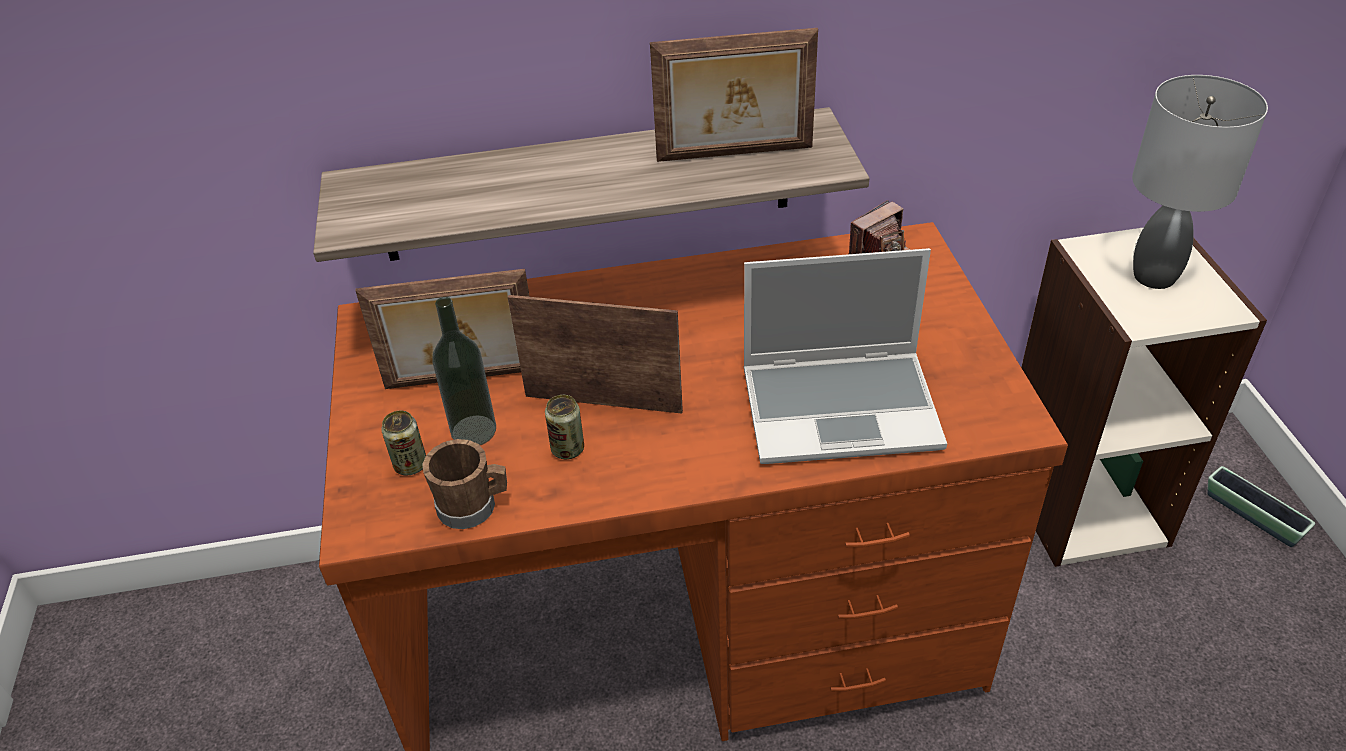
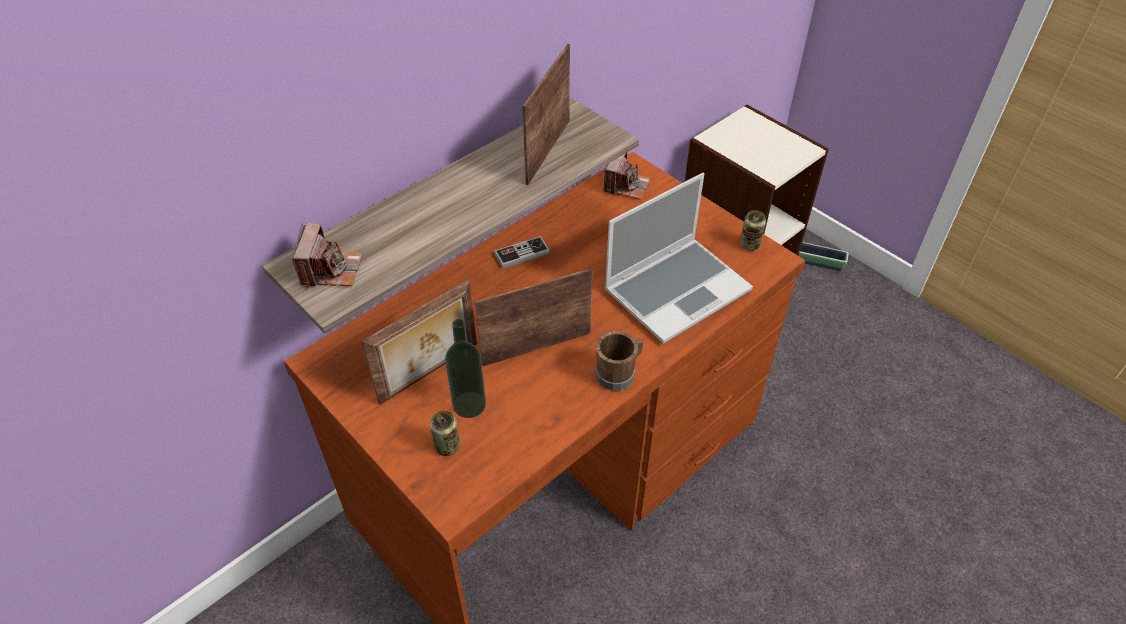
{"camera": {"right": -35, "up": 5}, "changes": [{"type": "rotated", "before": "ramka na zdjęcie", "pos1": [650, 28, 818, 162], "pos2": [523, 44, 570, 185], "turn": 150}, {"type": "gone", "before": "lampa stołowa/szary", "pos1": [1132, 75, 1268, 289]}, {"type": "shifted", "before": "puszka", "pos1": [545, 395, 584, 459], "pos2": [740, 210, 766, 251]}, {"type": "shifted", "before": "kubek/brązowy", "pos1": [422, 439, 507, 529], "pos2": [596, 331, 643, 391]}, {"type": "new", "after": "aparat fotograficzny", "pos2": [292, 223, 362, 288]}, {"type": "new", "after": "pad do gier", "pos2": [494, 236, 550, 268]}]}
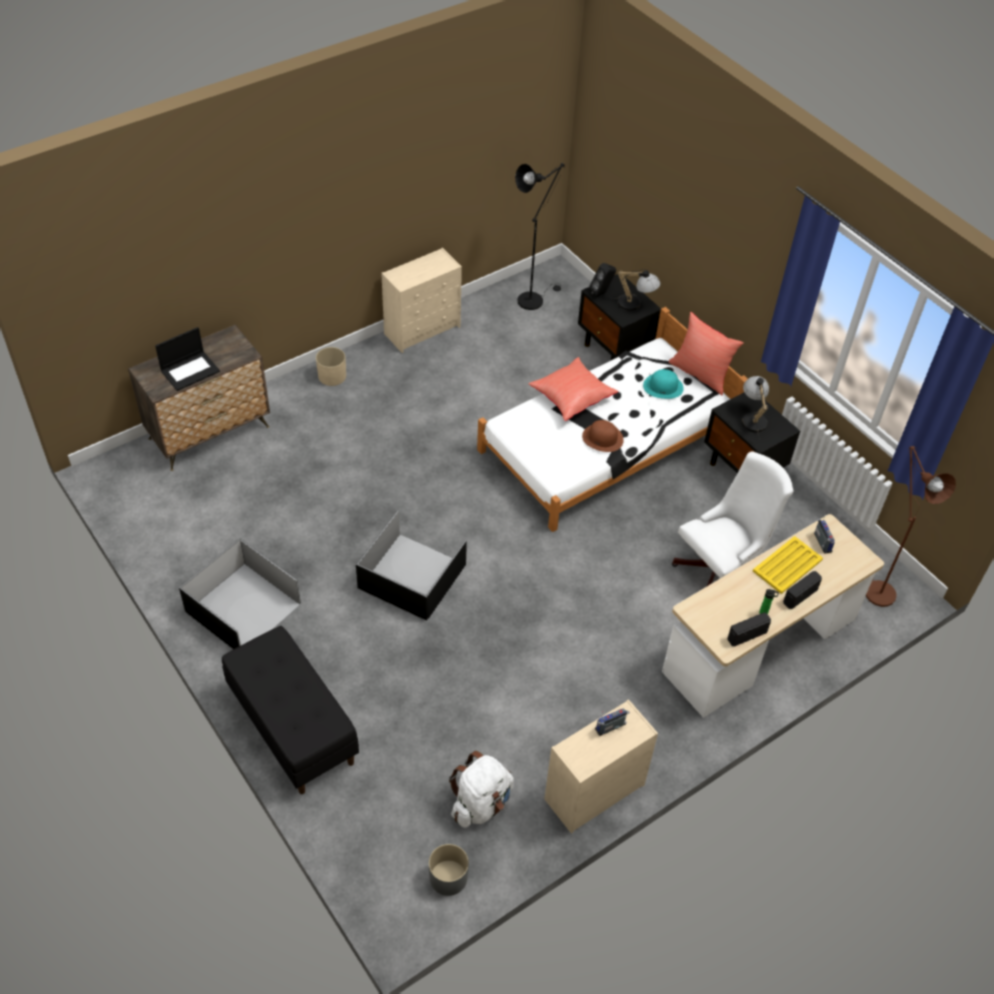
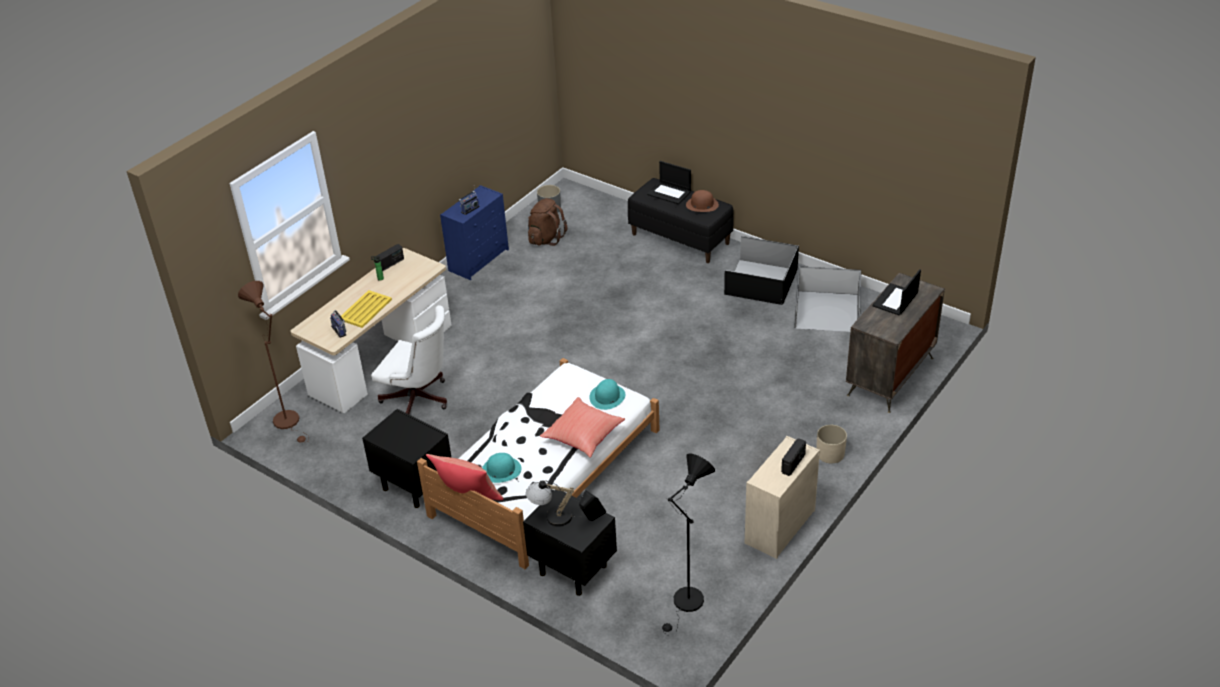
{"camera": {"right": 165, "up": -10}, "changes": [{"type": "gone", "before": "lampa stołowa", "pos1": [742, 376, 769, 440]}, {"type": "shifted", "before": "kapelusz/brązowy", "pos1": [582, 420, 624, 452], "pos2": [686, 190, 719, 212]}, {"type": "rotated", "before": "krzesło biurowe/biały", "pos1": [672, 451, 793, 586], "pos2": [371, 305, 447, 414], "turn": -105}, {"type": "shifted", "before": "pojemnik do przechowywania/czarny", "pos1": [356, 511, 467, 621], "pos2": [795, 266, 861, 332]}, {"type": "shifted", "before": "radio", "pos1": [783, 571, 822, 609], "pos2": [781, 438, 806, 476]}, {"type": "repainted", "before": "komoda/beżowy", "after": "komoda/niebieski", "pos1": [544, 699, 658, 834], "pos2": [440, 185, 509, 280]}, {"type": "repainted", "before": "plecak/biały", "after": "plecak/brązowy", "pos1": [449, 751, 514, 827], "pos2": [528, 198, 568, 246]}, {"type": "new", "after": "laptop", "pos2": [647, 161, 691, 204]}, {"type": "new", "after": "kapelusz/turkusowy", "pos2": [590, 379, 625, 410]}]}
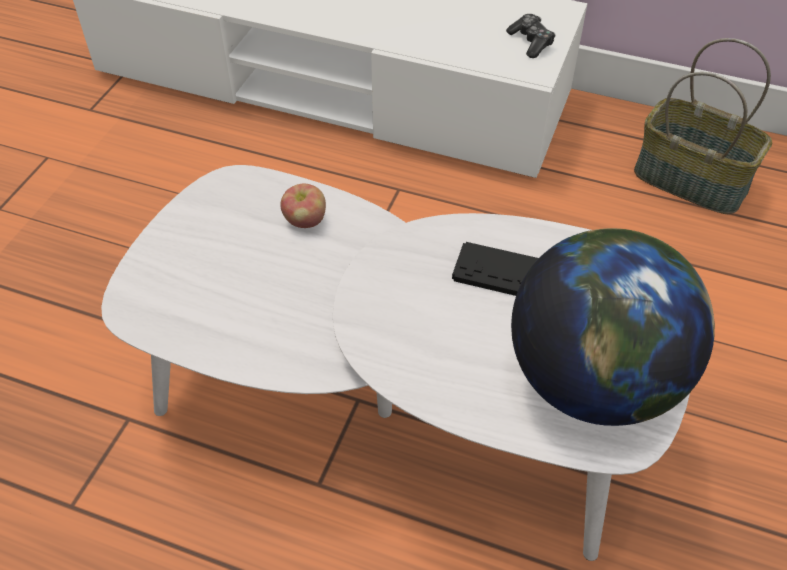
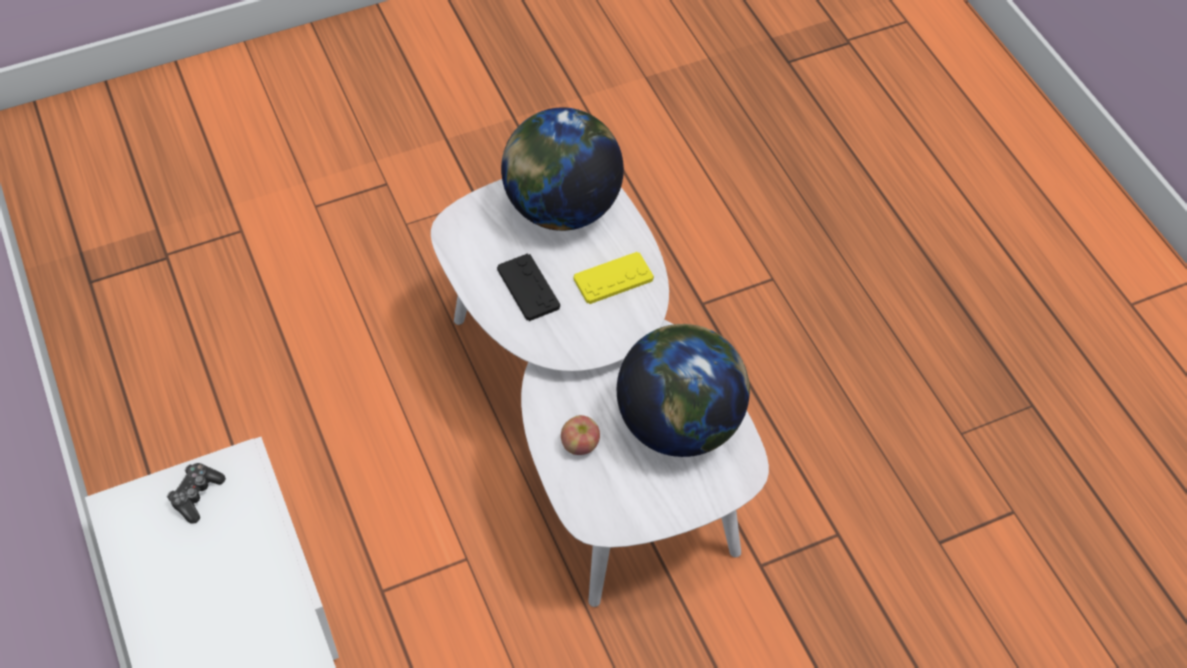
{"camera": {"right": -135, "up": 5}, "changes": [{"type": "gone", "before": "koszyk", "pos1": [634, 38, 772, 214]}, {"type": "new", "after": "pad do gier/żółty", "pos2": [573, 252, 654, 304]}, {"type": "new", "after": "globus", "pos2": [617, 324, 750, 457]}]}
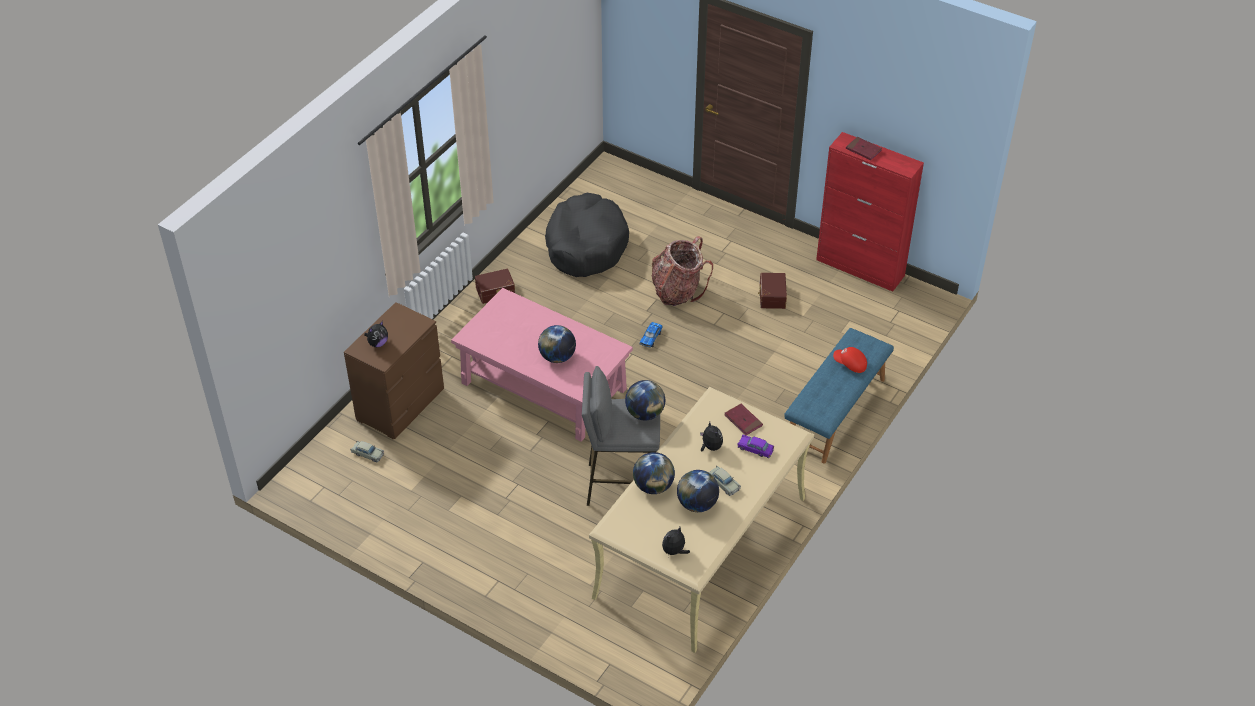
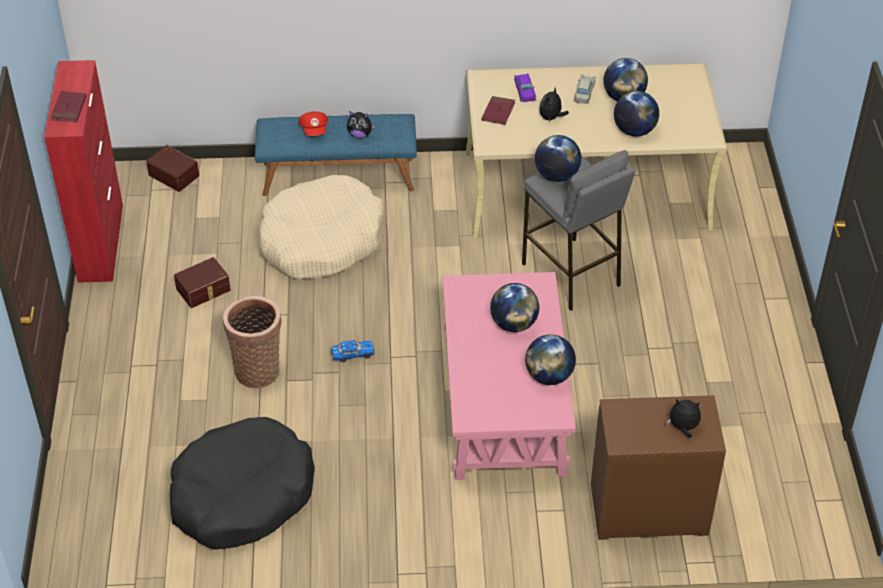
{"camera": {"right": -125, "up": 0}, "changes": [{"type": "swapped", "before": "plecak", "after": "koszyk", "pos1": [652, 236, 713, 306], "pos2": [223, 296, 282, 389]}, {"type": "shifted", "before": "pojemnik do przechowywania/brązowy", "pos1": [475, 269, 515, 304], "pos2": [146, 145, 199, 192]}, {"type": "gone", "before": "samochodzik/beżowy", "pos1": [350, 441, 384, 462]}, {"type": "shifted", "before": "pluszak", "pos1": [662, 527, 690, 556], "pos2": [347, 112, 375, 138]}, {"type": "new", "after": "legowisko/beżowy", "pos2": [259, 175, 387, 279]}, {"type": "new", "after": "globus", "pos2": [525, 334, 576, 385]}]}
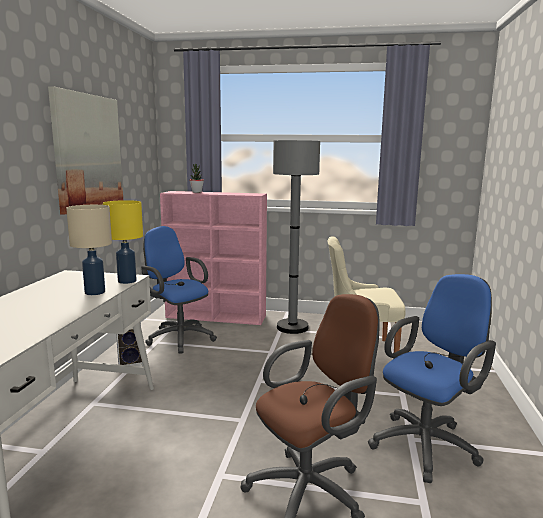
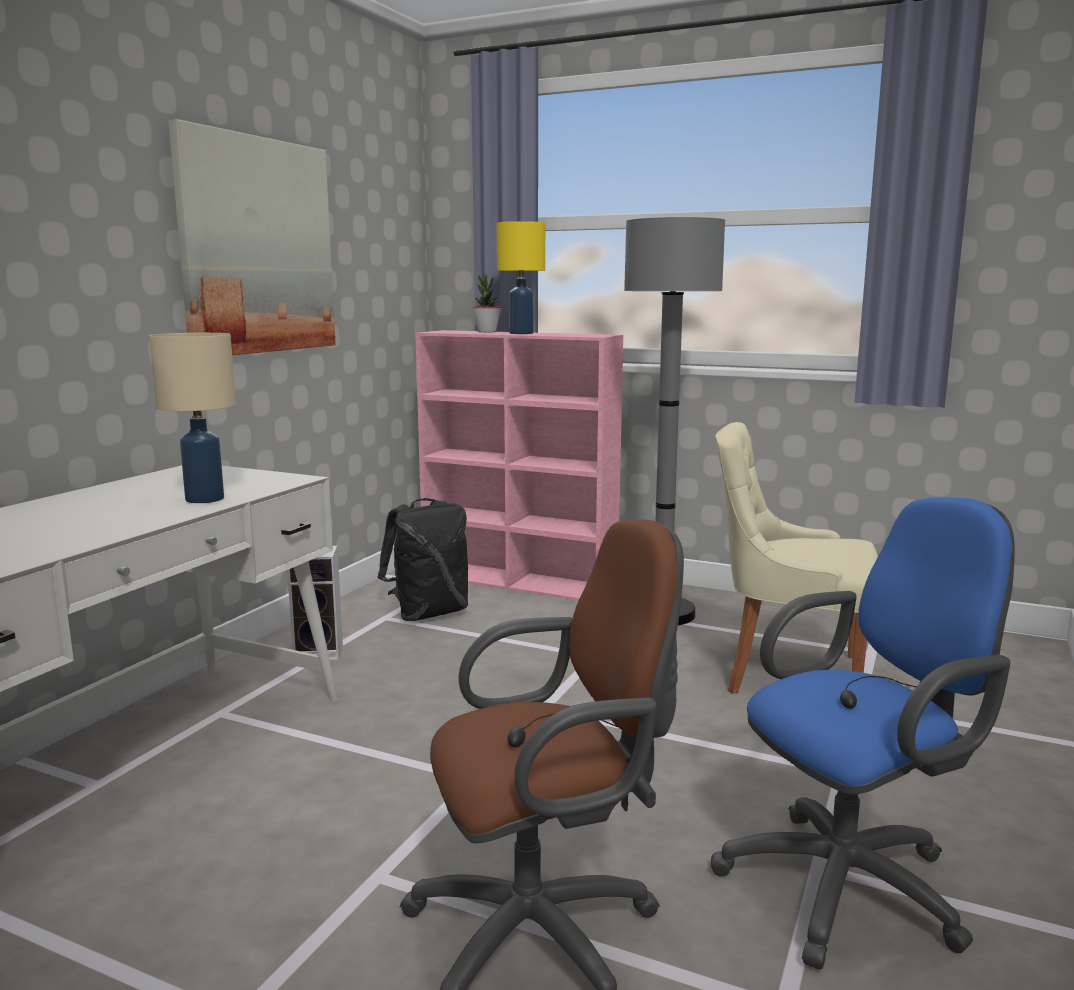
{"camera": {"right": 15, "up": 0}, "changes": [{"type": "shifted", "before": "lampa stołowa/żółty", "pos1": [103, 200, 143, 284], "pos2": [497, 221, 545, 334]}, {"type": "swapped", "before": "krzesło biurowe/niebieski", "after": "plecak/czarny", "pos1": [141, 226, 217, 354], "pos2": [378, 498, 468, 621]}]}
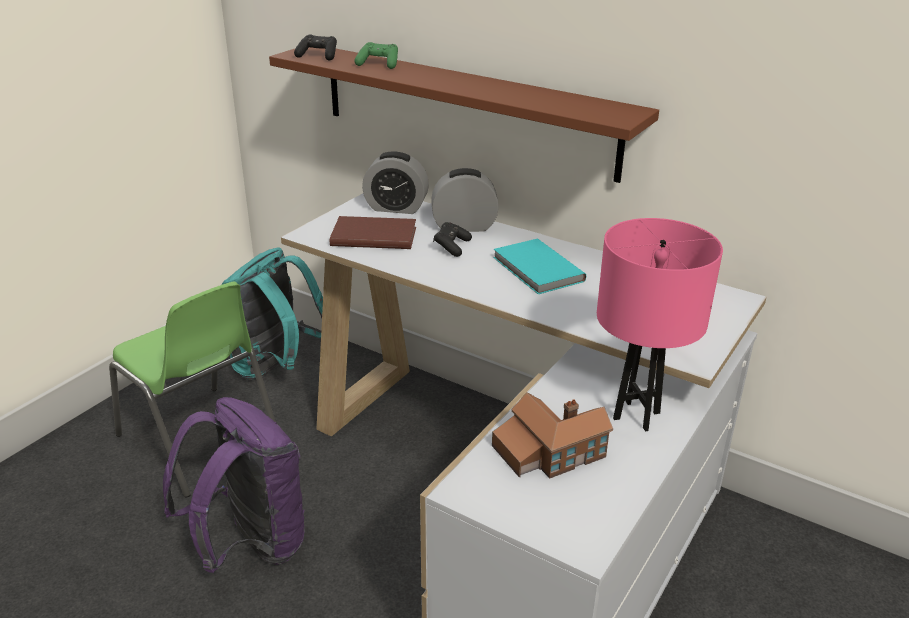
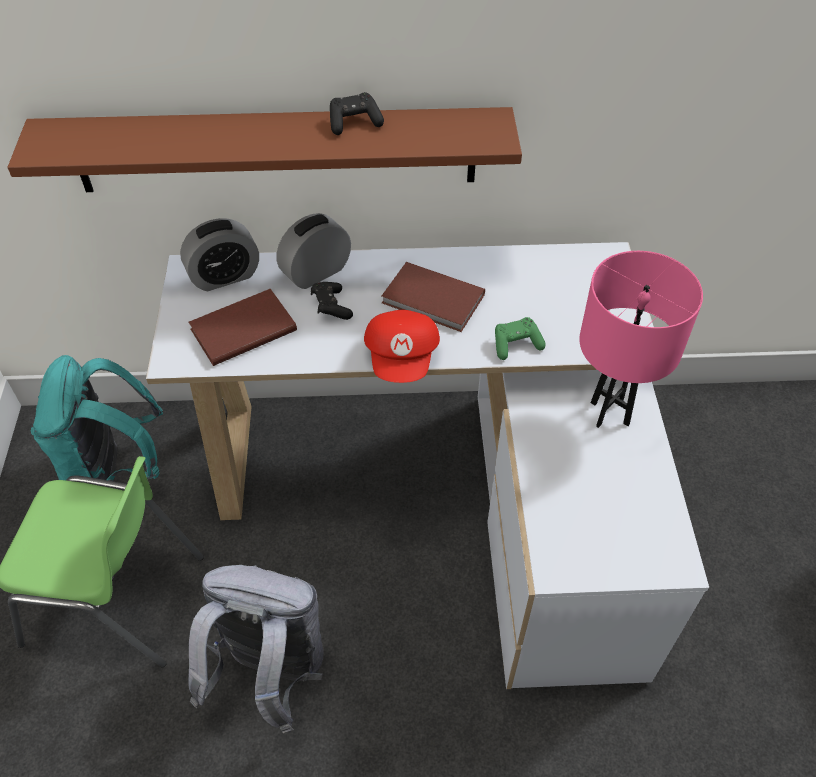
{"camera": {"right": -35, "up": 20}, "changes": [{"type": "shifted", "before": "pad do gier/czarny", "pos1": [294, 34, 337, 60], "pos2": [330, 92, 384, 135]}, {"type": "shifted", "before": "pad do gier/zielony", "pos1": [354, 42, 398, 69], "pos2": [495, 317, 546, 360]}, {"type": "repainted", "before": "książka/turkusowy", "after": "książka/brązowy", "pos1": [493, 239, 586, 294], "pos2": [382, 262, 485, 332]}, {"type": "gone", "before": "domek", "pos1": [492, 392, 613, 479]}, {"type": "repainted", "before": "plecak/fioletowy", "after": "plecak/szary", "pos1": [163, 397, 305, 573], "pos2": [188, 565, 324, 734]}, {"type": "new", "after": "czapka z daszkiem/czerwony", "pos2": [364, 310, 440, 383]}]}
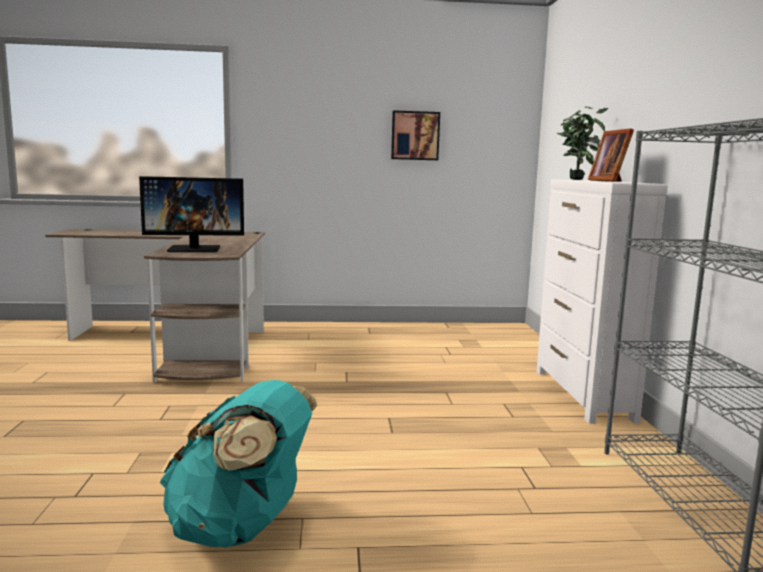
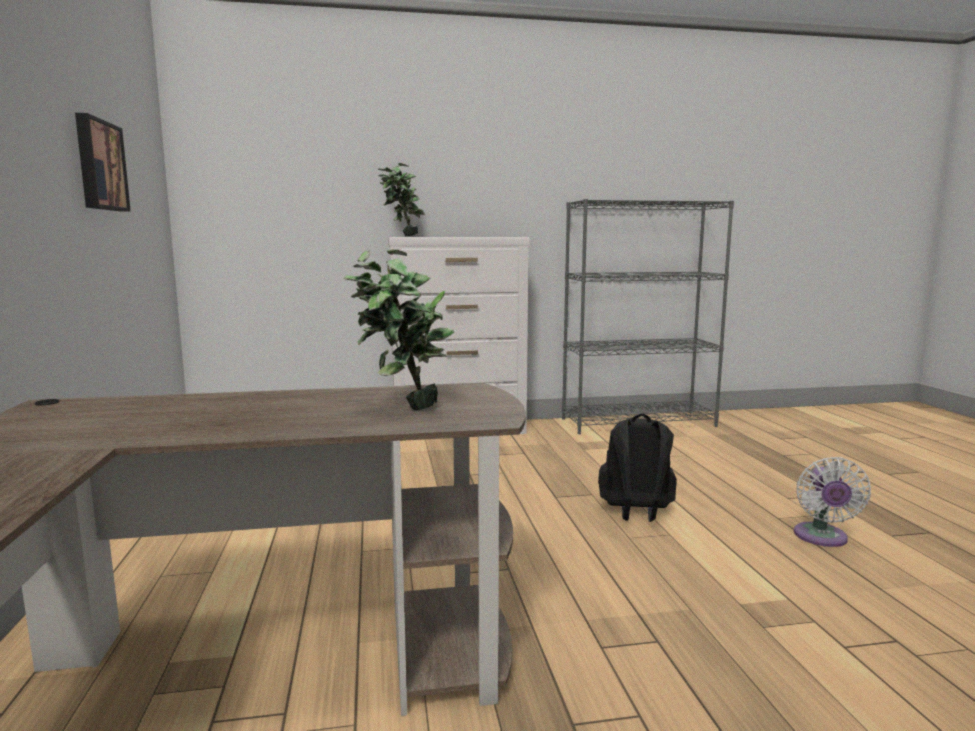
{"camera": {"right": -95, "up": 0}, "changes": [{"type": "gone", "before": "ramka na zdjęcie", "pos1": [588, 128, 634, 182]}, {"type": "swapped", "before": "monitor", "after": "roślina doniczkowa", "pos1": [139, 176, 244, 252], "pos2": [344, 249, 454, 410]}, {"type": "swapped", "before": "plecak/turkusowy", "after": "wentylator/biały", "pos1": [160, 380, 318, 548], "pos2": [794, 457, 871, 547]}, {"type": "new", "after": "plecak/czarny", "pos2": [598, 413, 677, 522]}]}
